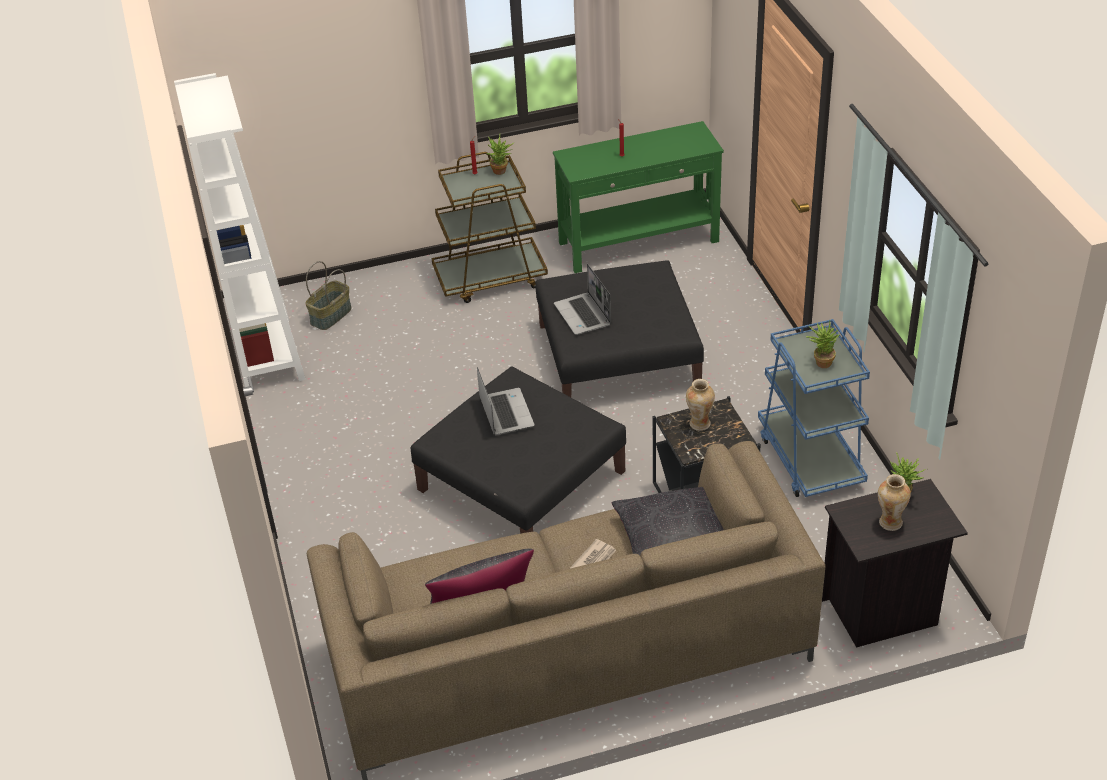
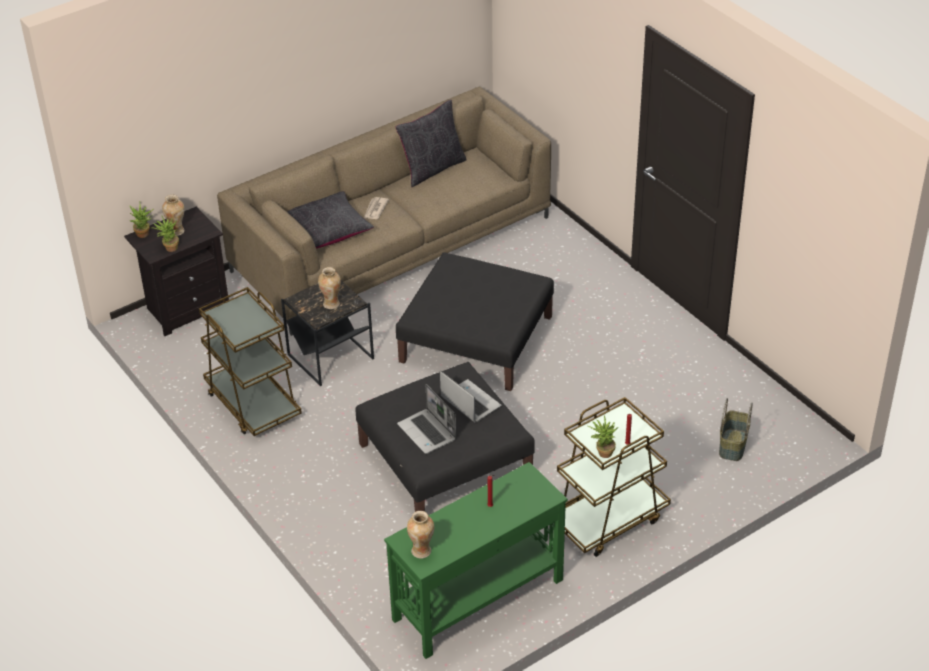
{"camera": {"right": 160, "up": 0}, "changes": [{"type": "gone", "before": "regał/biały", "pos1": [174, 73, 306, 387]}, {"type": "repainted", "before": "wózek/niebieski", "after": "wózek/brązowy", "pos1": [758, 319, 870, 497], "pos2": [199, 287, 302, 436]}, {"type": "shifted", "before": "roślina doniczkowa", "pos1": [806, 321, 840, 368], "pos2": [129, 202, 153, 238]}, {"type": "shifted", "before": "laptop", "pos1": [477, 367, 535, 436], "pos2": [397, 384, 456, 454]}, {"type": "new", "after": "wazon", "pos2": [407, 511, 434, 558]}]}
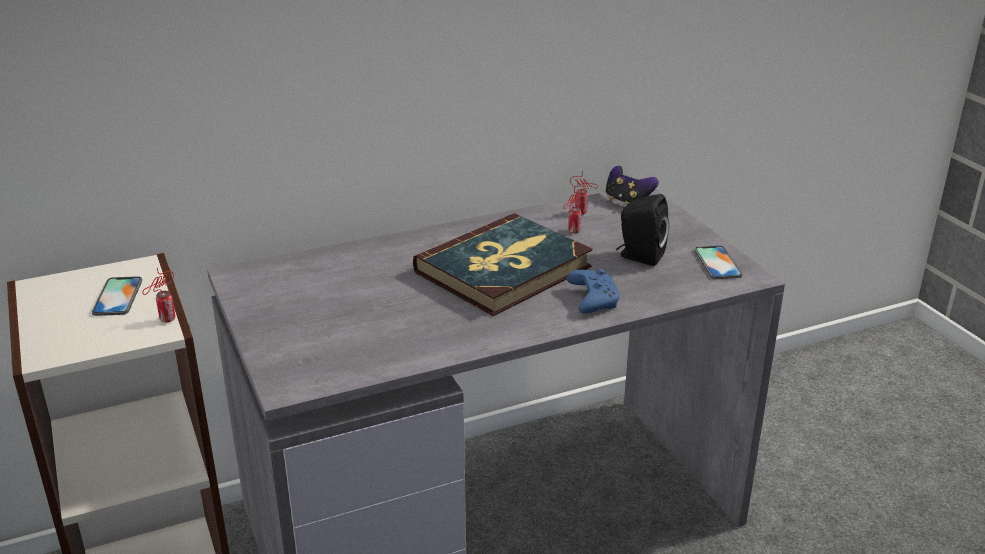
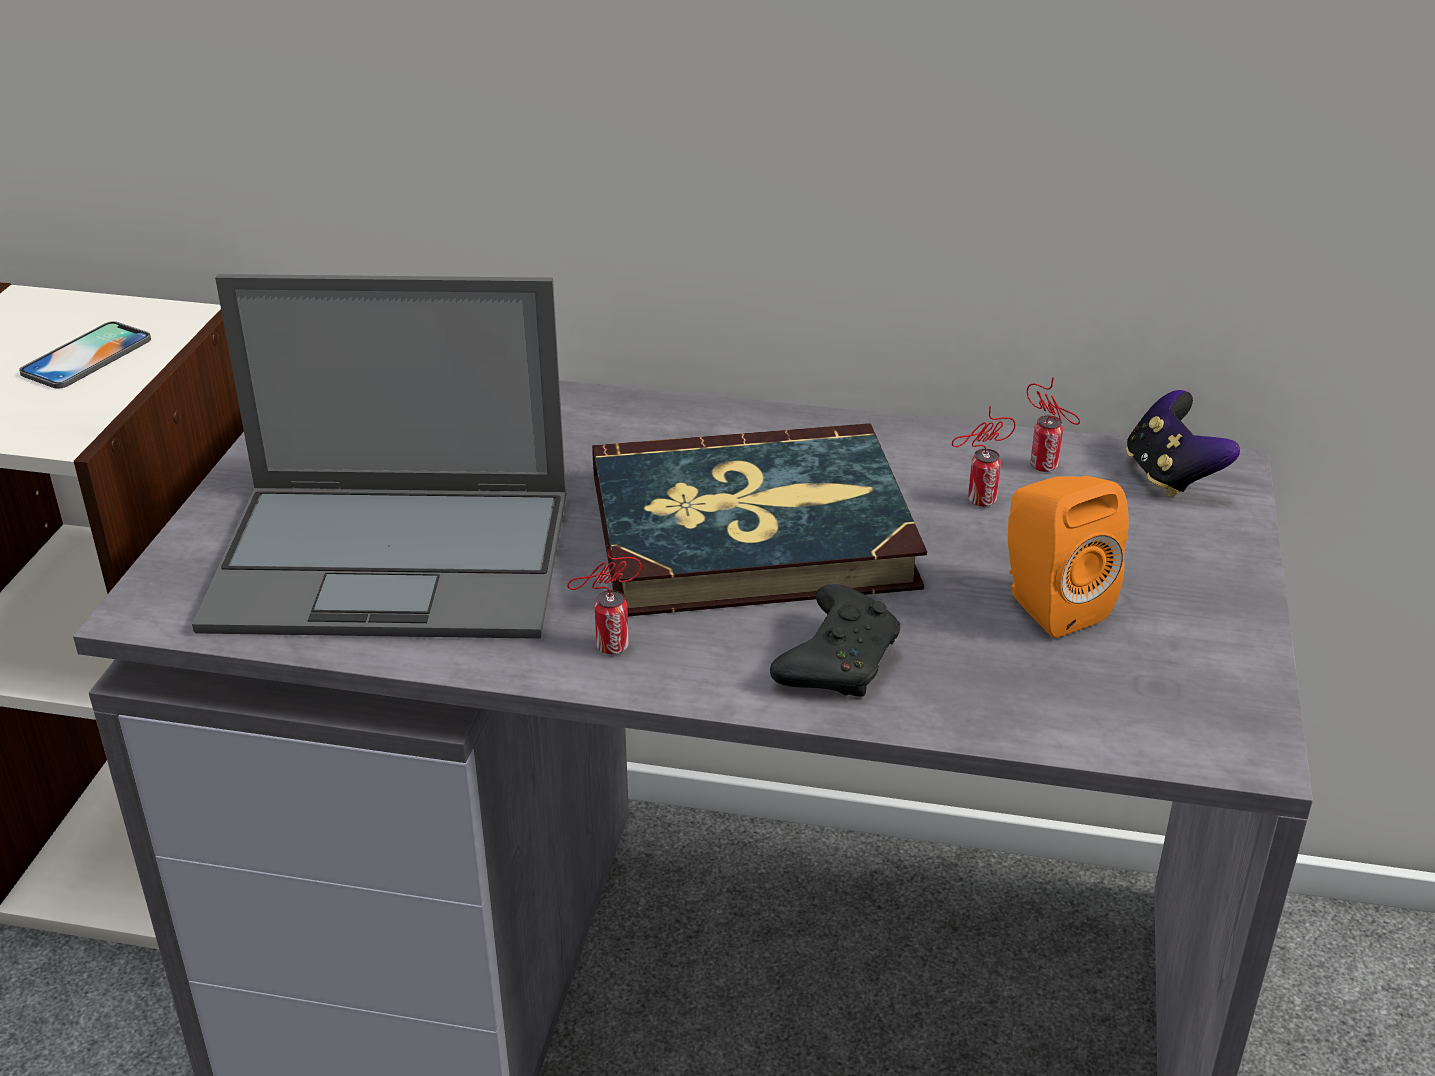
{"camera": {"right": 35, "up": 5}, "changes": [{"type": "repainted", "before": "głośnik/czarny", "after": "głośnik/pomarańczowy", "pos1": [616, 194, 669, 266], "pos2": [1008, 476, 1128, 638]}, {"type": "gone", "before": "telefon", "pos1": [694, 245, 743, 279]}, {"type": "shifted", "before": "puszka", "pos1": [142, 267, 176, 323], "pos2": [567, 545, 641, 654]}, {"type": "repainted", "before": "pad do gier/niebieski", "after": "pad do gier/czarny", "pos1": [567, 269, 620, 314], "pos2": [770, 584, 900, 697]}, {"type": "new", "after": "laptop", "pos2": [192, 274, 566, 639]}]}
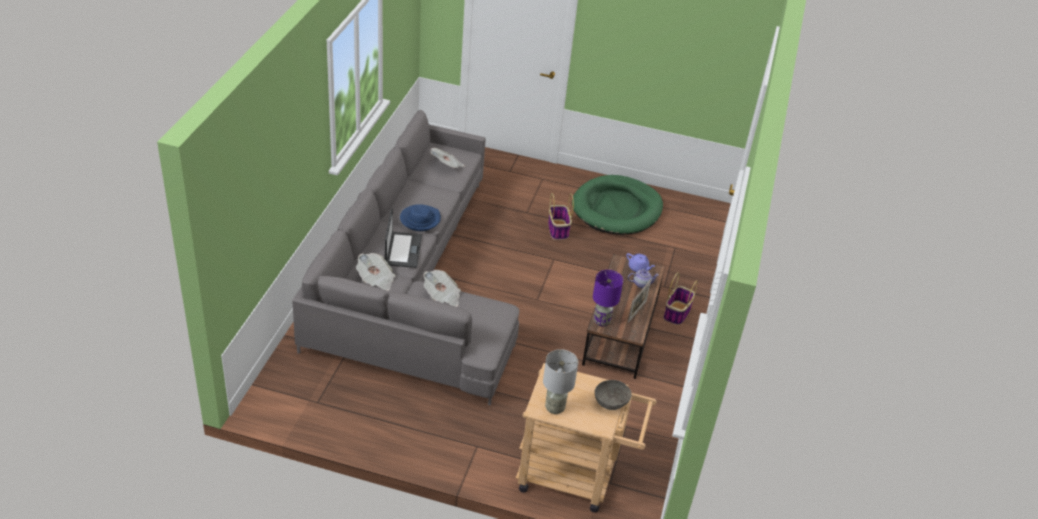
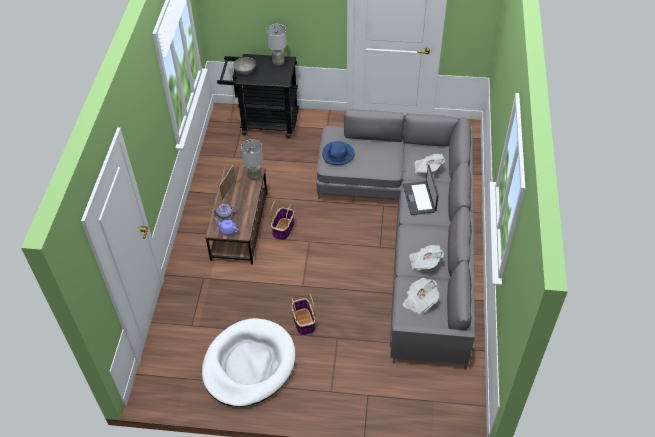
{"camera": {"right": 175, "up": 10}, "changes": [{"type": "repainted", "before": "legowisko/zielony", "after": "legowisko/biały", "pos1": [572, 175, 663, 235], "pos2": [202, 318, 295, 407]}, {"type": "shifted", "before": "kapelusz/niebieski", "pos1": [400, 204, 441, 231], "pos2": [322, 141, 355, 165]}, {"type": "shifted", "before": "gazeta", "pos1": [424, 270, 461, 307], "pos2": [409, 245, 444, 270]}, {"type": "repainted", "before": "lampa stołowa/fioletowy", "after": "lampa stołowa/szary", "pos1": [593, 270, 623, 326], "pos2": [241, 139, 263, 181]}, {"type": "shifted", "before": "koszyk", "pos1": [663, 272, 698, 325], "pos2": [270, 200, 294, 241]}, {"type": "repainted", "before": "wózek/beżowy", "after": "wózek/czarny", "pos1": [516, 363, 657, 512], "pos2": [217, 54, 299, 138]}]}
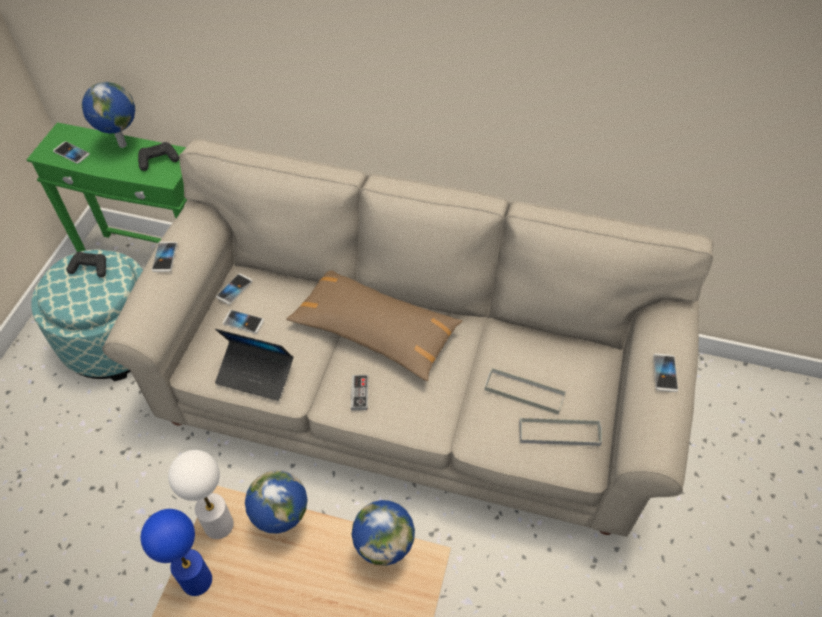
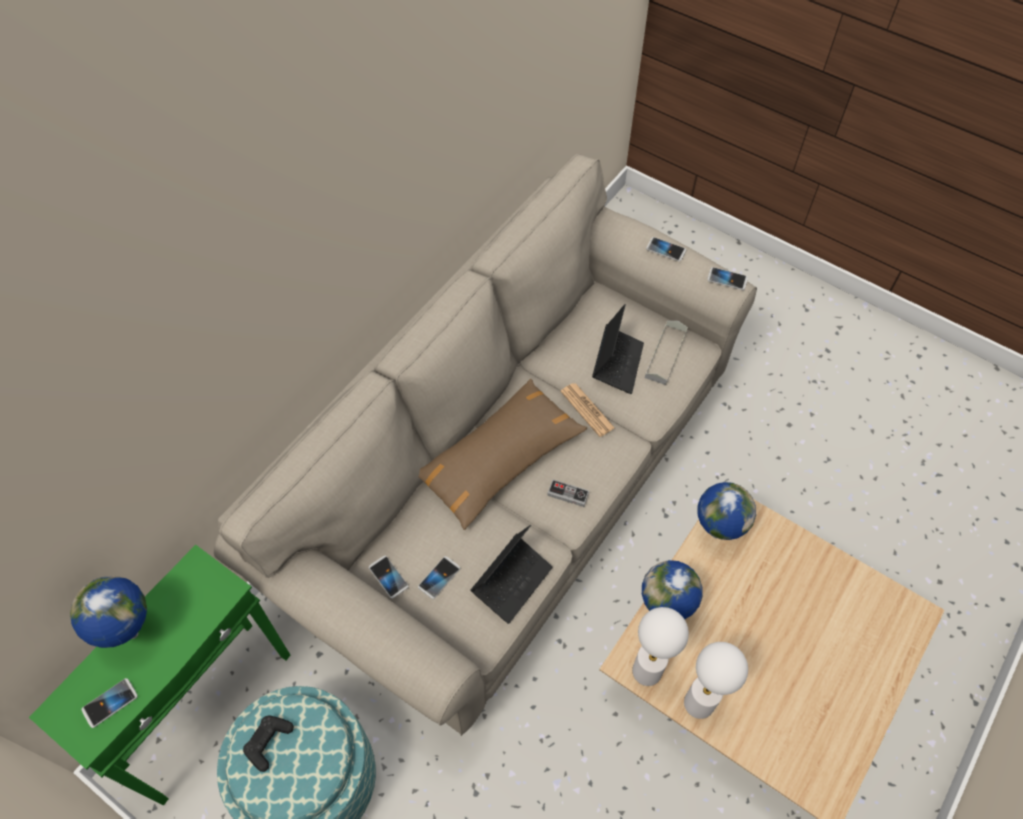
{"camera": {"right": -70, "up": 5}, "changes": [{"type": "gone", "before": "pad do gier/czarny", "pos1": [138, 142, 179, 171]}, {"type": "shifted", "before": "telefon", "pos1": [152, 242, 177, 272], "pos2": [707, 267, 748, 290]}, {"type": "swapped", "before": "taca/szary", "after": "laptop", "pos1": [485, 367, 566, 414], "pos2": [592, 304, 644, 394]}, {"type": "repainted", "before": "lampa stołowa/niebieski", "after": "lampa stołowa/biały", "pos1": [141, 509, 212, 596], "pos2": [684, 642, 748, 719]}, {"type": "new", "after": "gazeta", "pos2": [560, 383, 615, 437]}]}
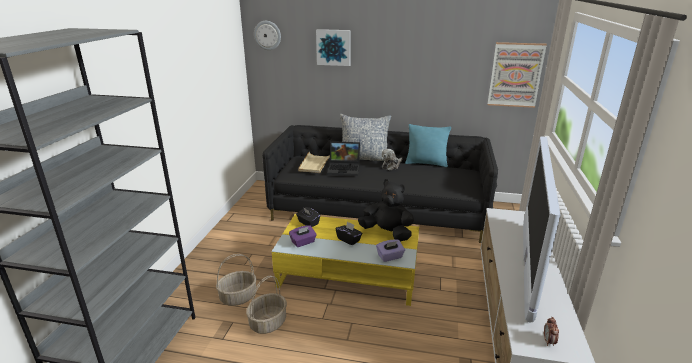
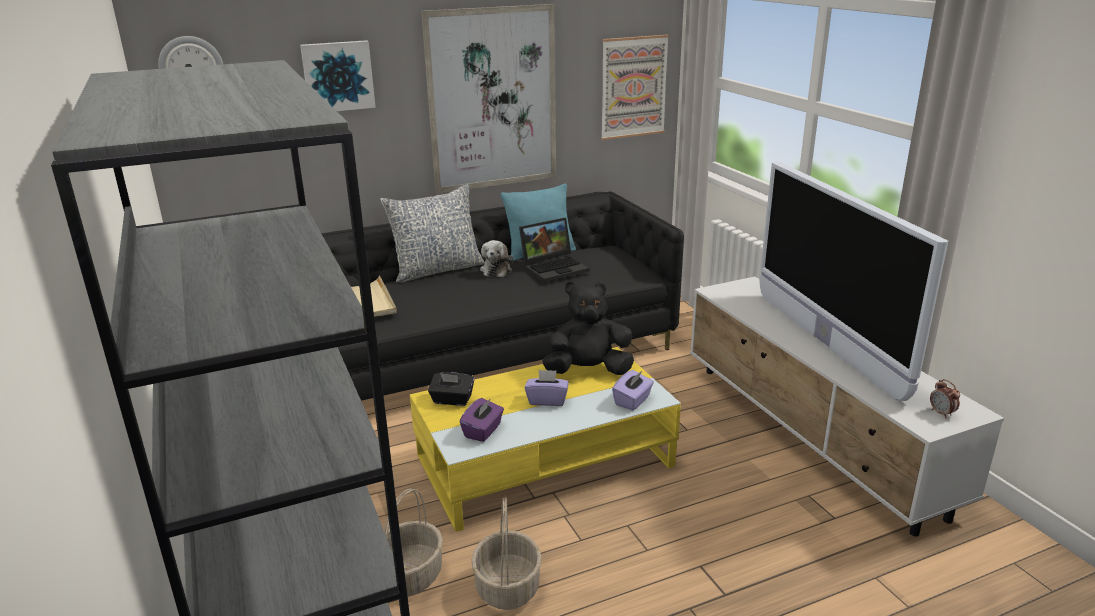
{"camera": {"right": -35, "up": 0}, "changes": [{"type": "shifted", "before": "laptop", "pos1": [327, 141, 360, 176], "pos2": [519, 218, 589, 282]}, {"type": "repainted", "before": "pudełko chusteczek/czarny", "after": "pudełko chusteczek/fioletowy", "pos1": [336, 221, 363, 245], "pos2": [525, 369, 569, 406]}, {"type": "new", "after": "obraz", "pos2": [421, 4, 556, 194]}]}
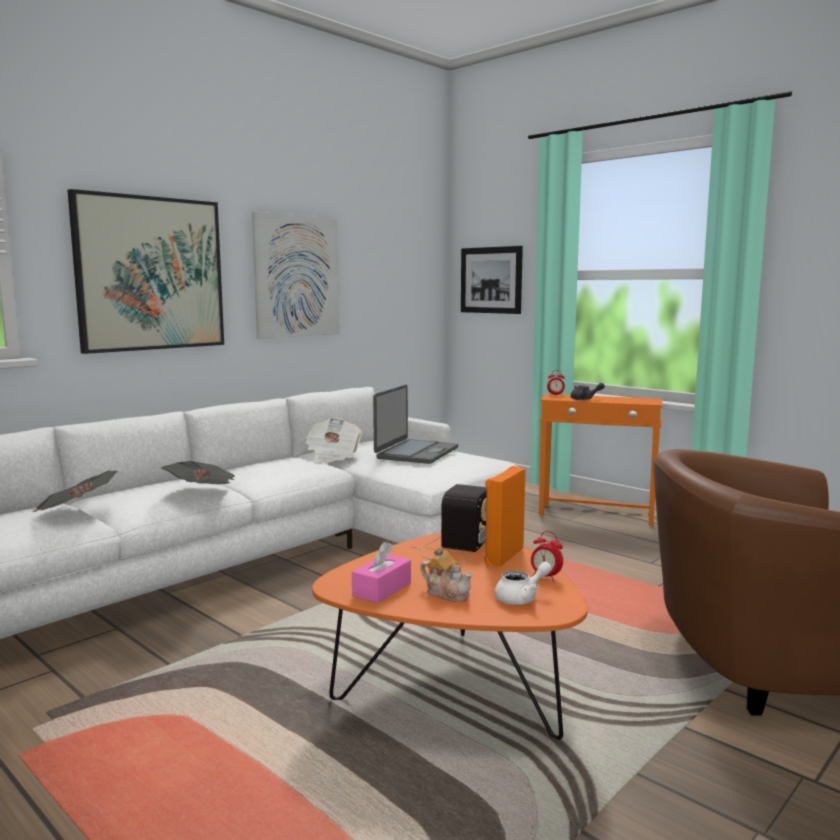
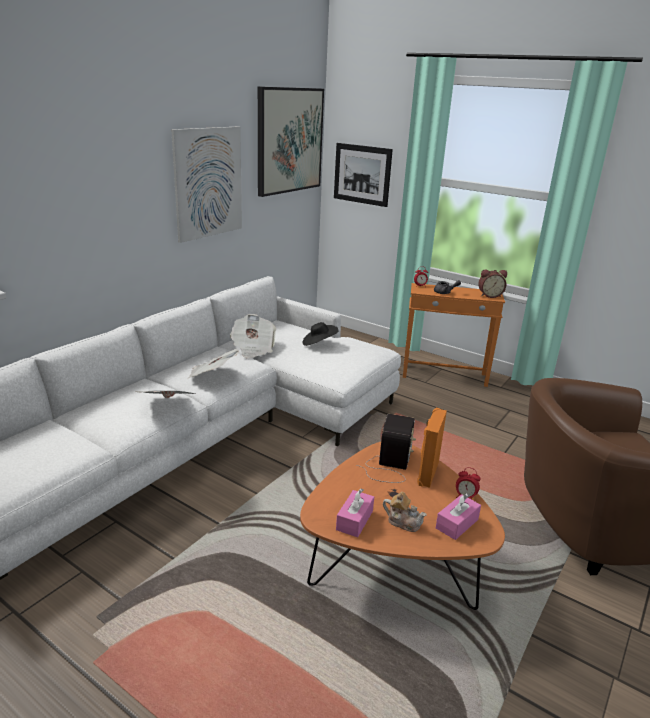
{"camera": {"right": -10, "up": 15}, "changes": [{"type": "shifted", "before": "obraz", "pos1": [67, 189, 224, 354], "pos2": [258, 87, 324, 197]}, {"type": "swapped", "before": "laptop", "after": "kapelusz/czarny", "pos1": [373, 385, 458, 464], "pos2": [303, 322, 339, 346]}, {"type": "shifted", "before": "gazeta", "pos1": [33, 470, 118, 512], "pos2": [189, 348, 239, 378]}, {"type": "swapped", "before": "imbryk/biały", "after": "pudełko chusteczek/różowy", "pos1": [494, 562, 552, 605], "pos2": [436, 493, 481, 540]}, {"type": "new", "after": "budzik", "pos2": [478, 269, 507, 298]}]}
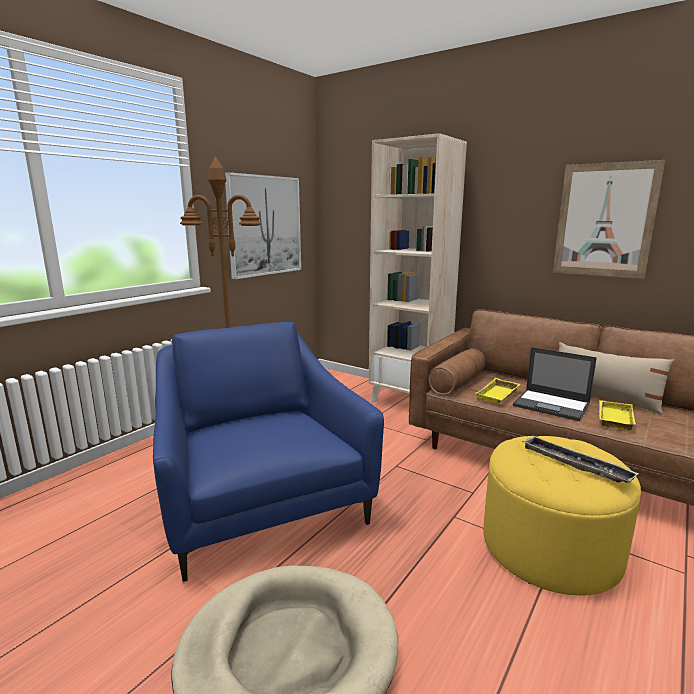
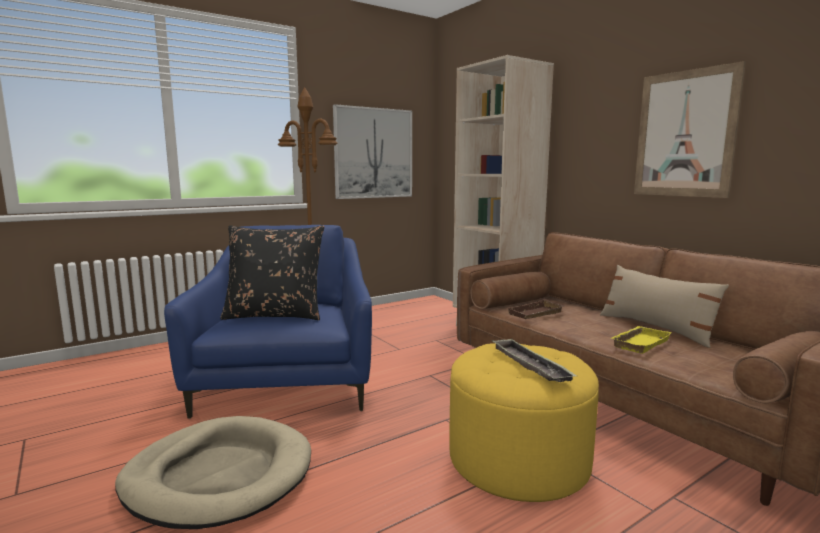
{"camera": {"right": 20, "up": -5}, "changes": [{"type": "gone", "before": "laptop", "pos1": [513, 347, 597, 421]}, {"type": "repainted", "before": "taca/żółty", "after": "taca/brązowy", "pos1": [476, 378, 520, 403], "pos2": [507, 299, 565, 319]}, {"type": "new", "after": "poduszka/czarny", "pos2": [220, 225, 324, 320]}]}
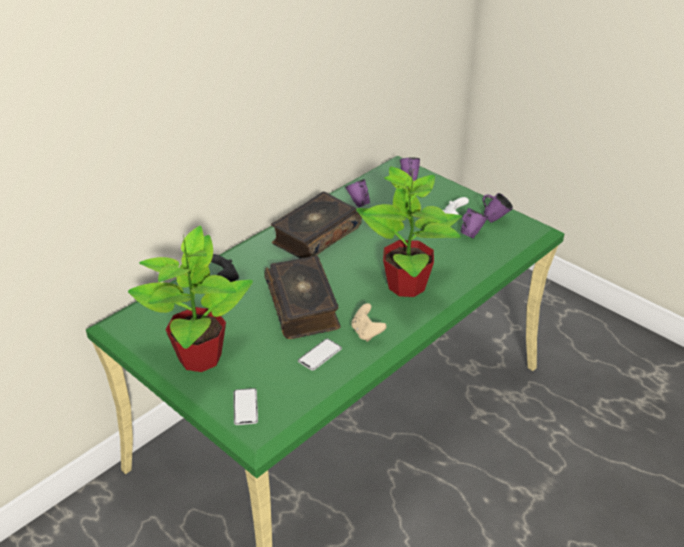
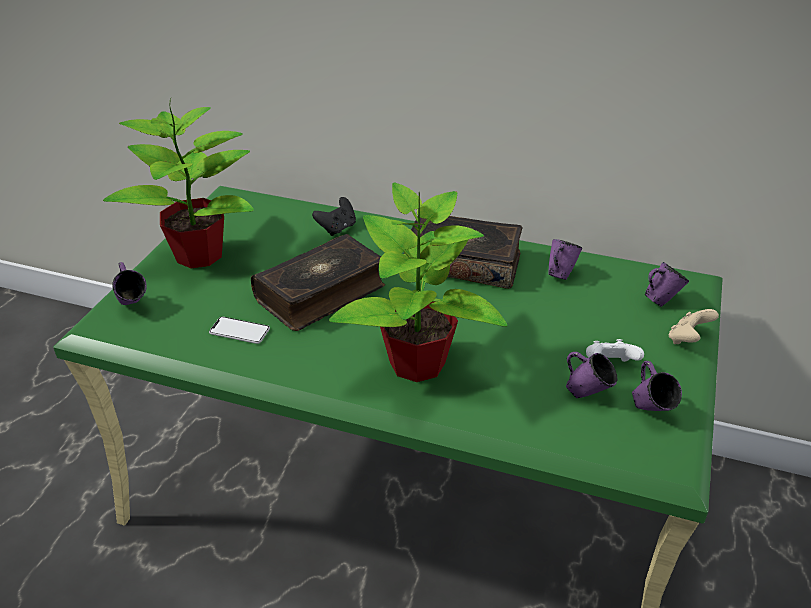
{"camera": {"right": 65, "up": 0}, "changes": [{"type": "shifted", "before": "pad do gier/beżowy", "pos1": [351, 303, 387, 342], "pos2": [669, 309, 719, 344]}, {"type": "swapped", "before": "telefon", "after": "kubek/fioletowy", "pos1": [233, 388, 258, 425], "pos2": [112, 262, 147, 305]}]}
